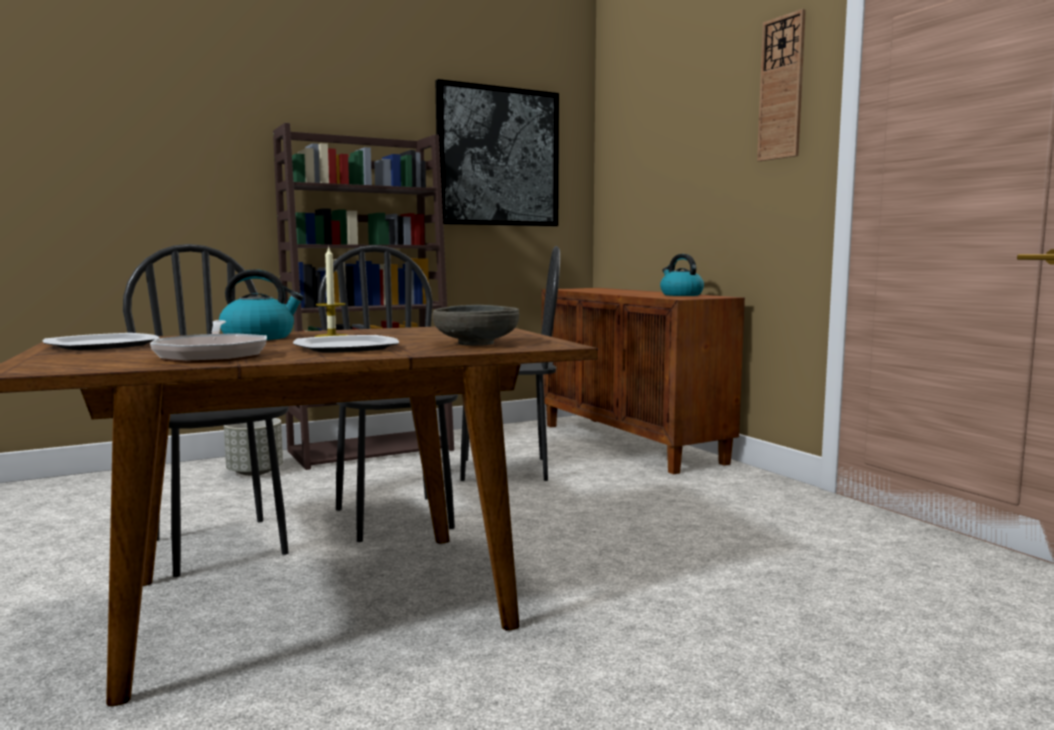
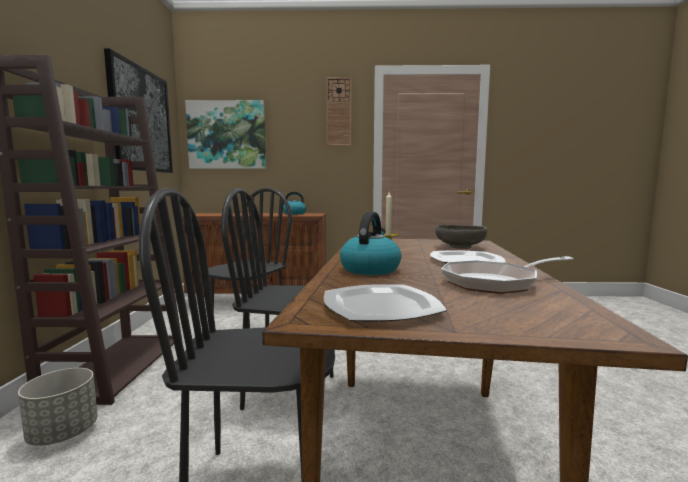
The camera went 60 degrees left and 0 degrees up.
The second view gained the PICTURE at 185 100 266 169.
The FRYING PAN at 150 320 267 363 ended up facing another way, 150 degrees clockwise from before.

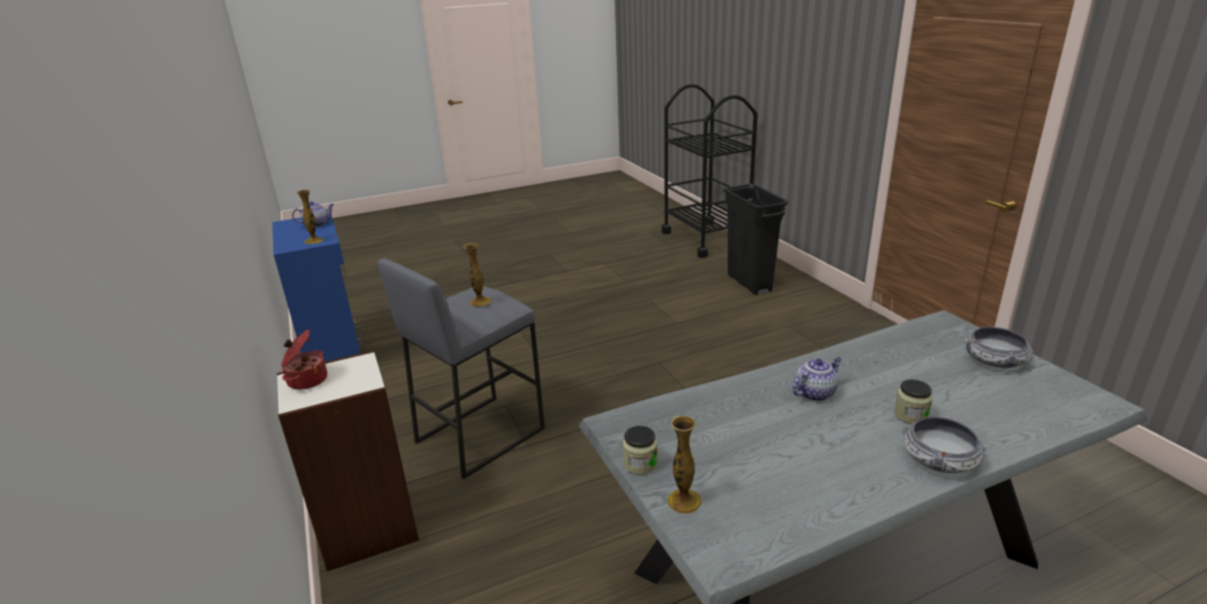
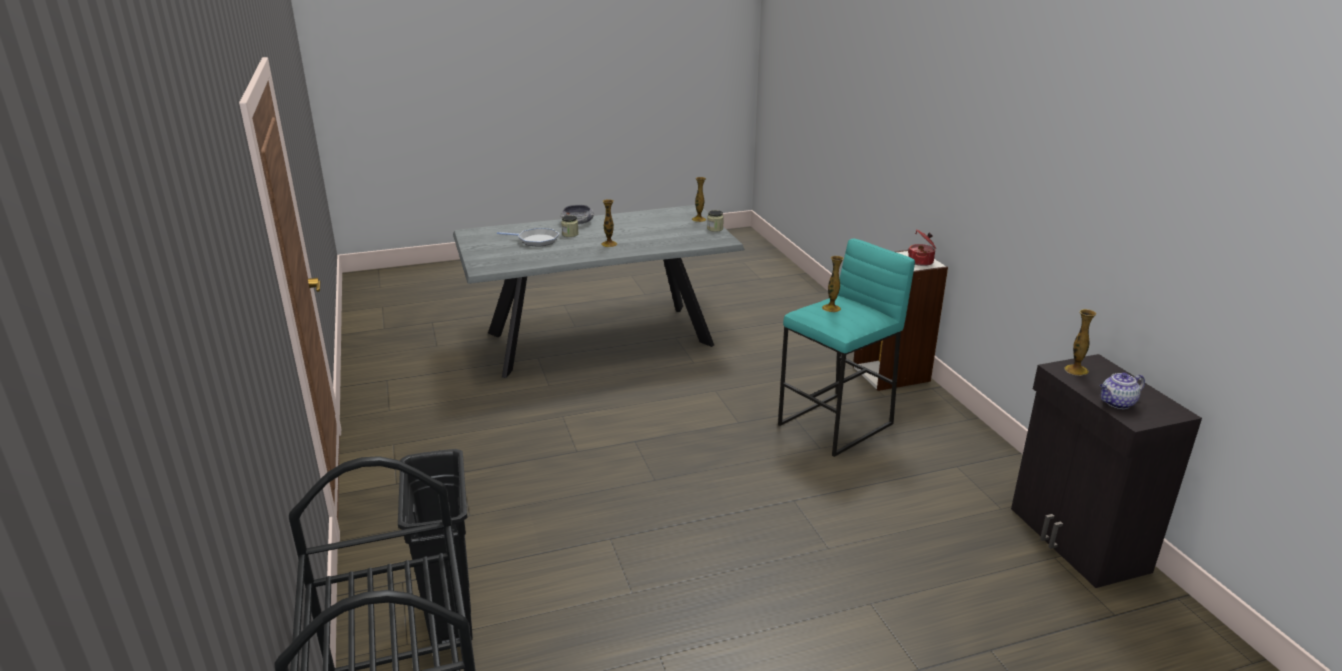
The camera went 175 degrees left and 0 degrees up.
The second view gained the FRYING PAN at 497 228 559 247.
Where the TEAPOT stood at 792 357 842 401, the VASE came to stand at 602 199 617 247.
What was the GREY STOOL at 377 259 545 479 turned into the TURQUOISE STOOL at 778 238 915 457.
What was the BLUE CABINET at 272 216 364 362 turned into the BLACK CABINET at 1011 354 1202 588.
The second view lost the BOWL at 964 327 1033 368.

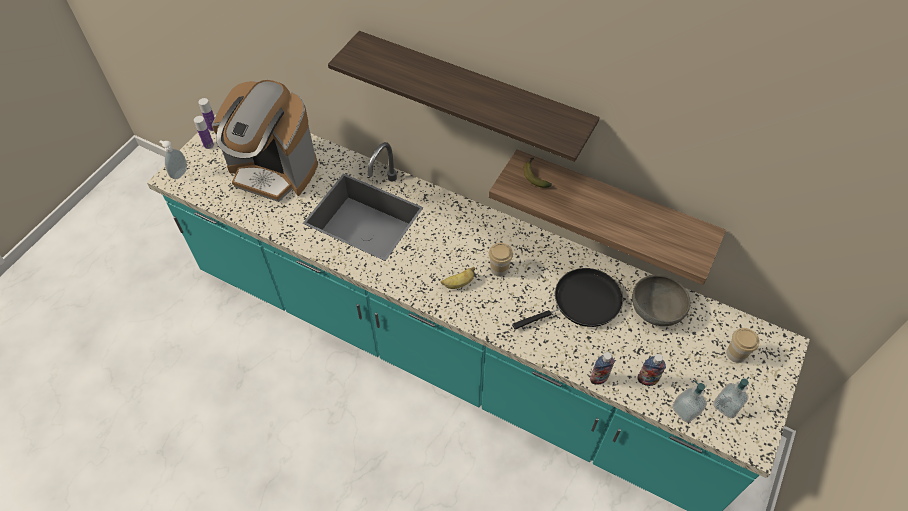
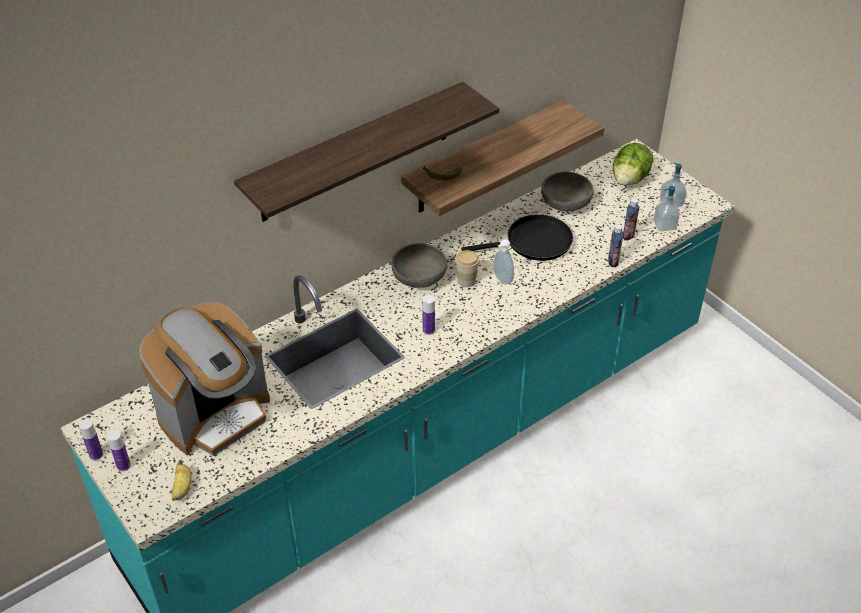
The camera went 65 degrees left and 10 degrees down.
The BANANA ended up elsewhere, having gone from 441 267 475 289 to 172 460 191 501.
The second view gained the GREY BOWL at 392 243 447 288.
The second view gained the BOTTLE at 422 295 435 335.
The BLACK FRYING PAN at 512 268 623 330 ended up facing another way, 75 degrees clockwise from before.
The SOAP DISPENSER ended up elsewhere, having gone from 159 140 187 179 to 494 240 514 284.
Where the CUP stood at 726 328 760 363, the LETTUCE came to stand at 613 142 654 186.

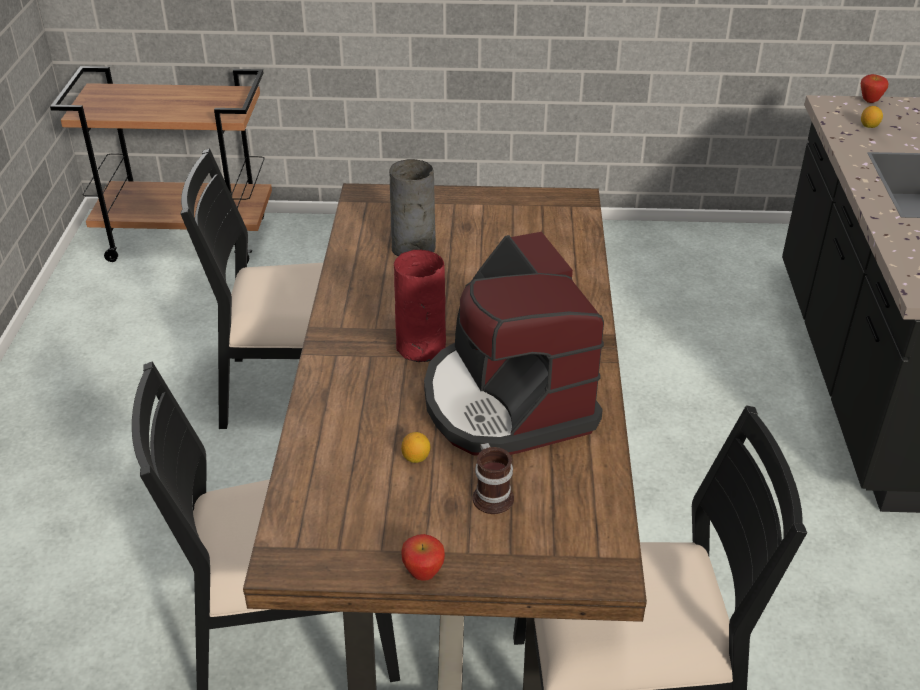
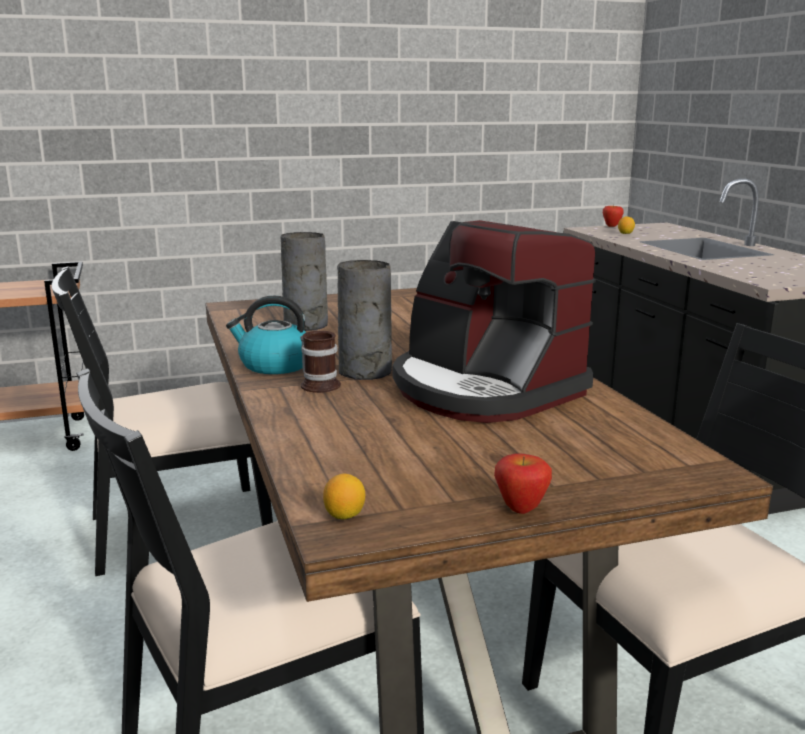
The camera went 20 degrees left and 20 degrees down.
The second view gained the KETTLE at 226 296 306 374.
The MUG ended up elsewhere, having gone from 473 443 514 514 to 300 331 341 393.
The LEMON ended up elsewhere, having gone from 401 432 430 463 to 323 474 365 519.
What was the RED VASE at 394 250 446 362 turned into the GREY VASE at 337 260 392 380.

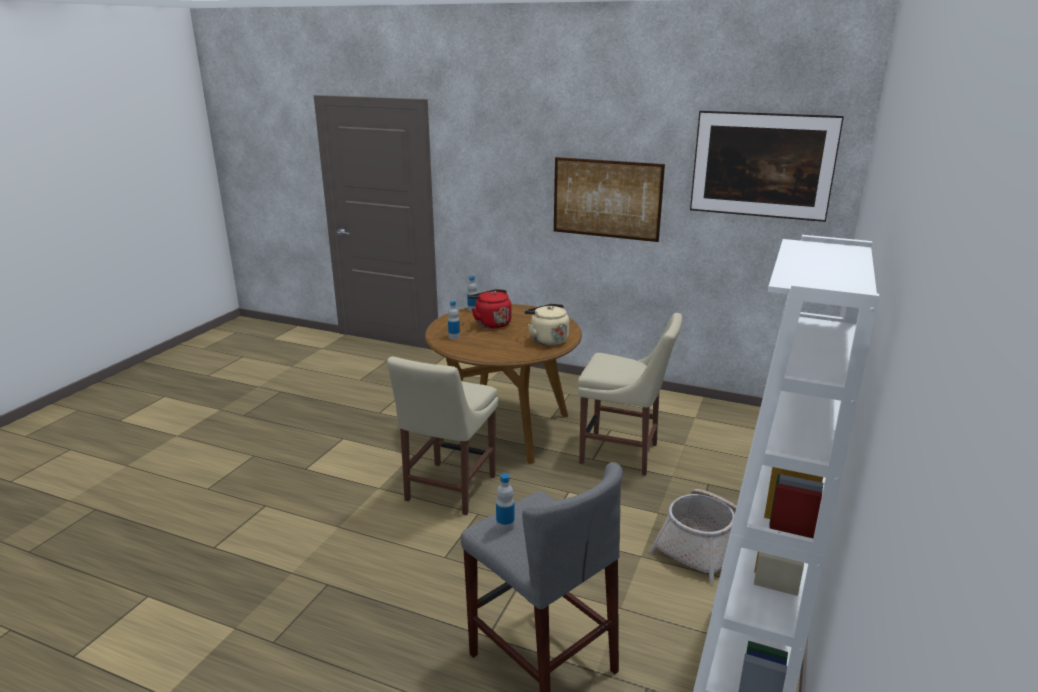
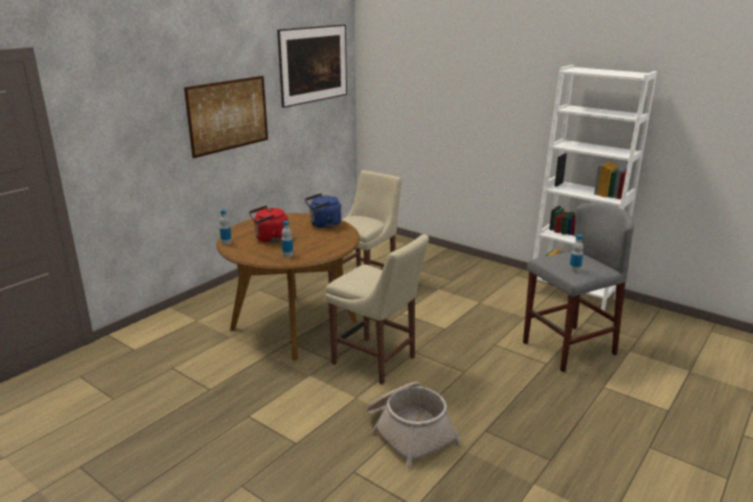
The camera went 75 degrees left and 0 degrees up.
What was the BEIGE KETTLE at 524 304 569 346 turned into the BLUE KETTLE at 305 193 342 228.
The BASKET ended up elsewhere, having gone from 649 489 737 584 to 366 382 461 469.

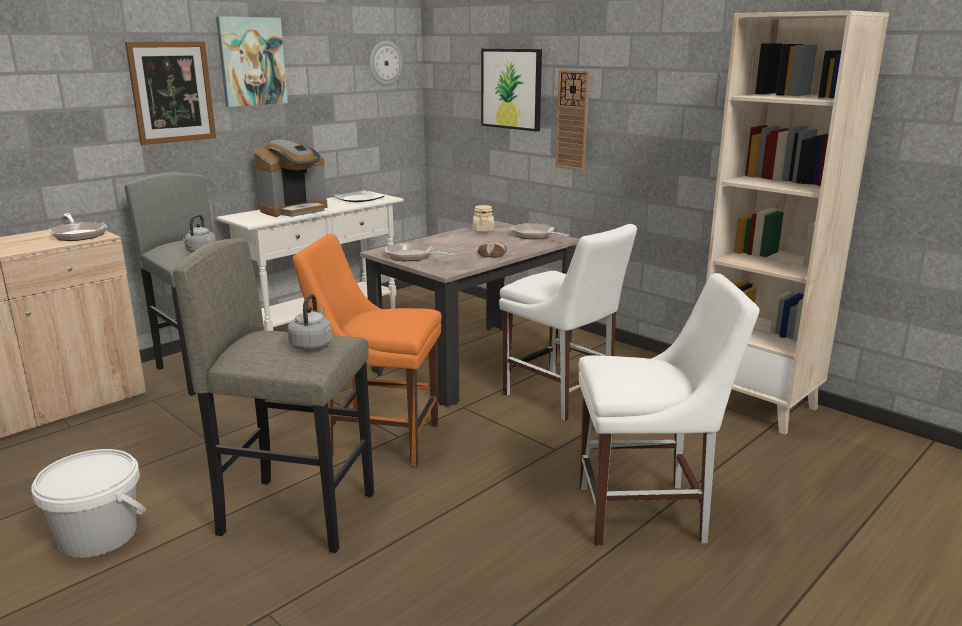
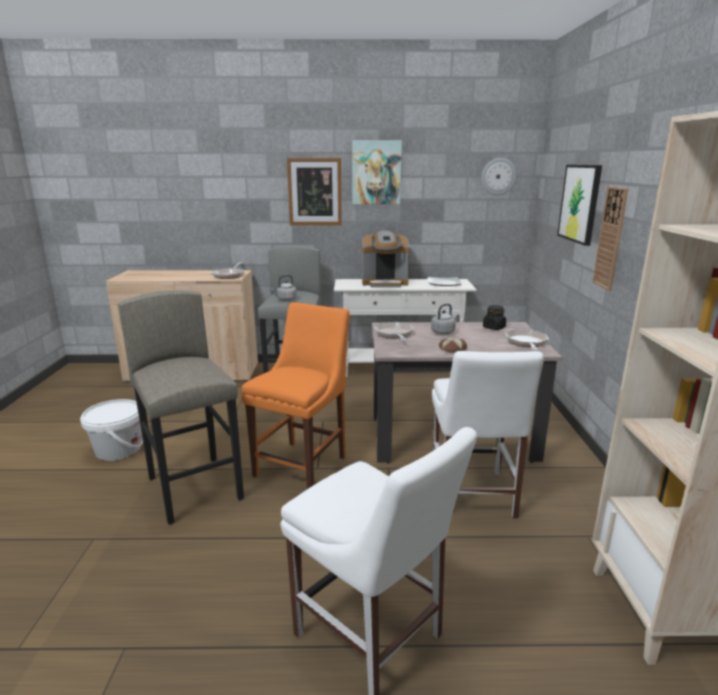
The camera went 45 degrees right and 0 degrees up.
The ORANGE CHAIR at 292 234 442 467 ended up facing another way, 60 degrees clockwise from before.
The GREY KETTLE ended up elsewhere, having gone from 287 294 332 350 to 431 304 459 334.
What was the BEIGE JAR at 473 205 494 232 turned into the BLACK JAR at 483 305 506 330.

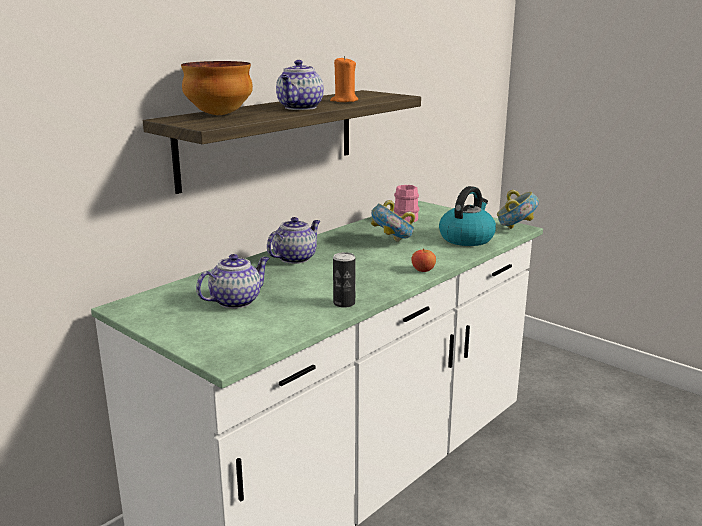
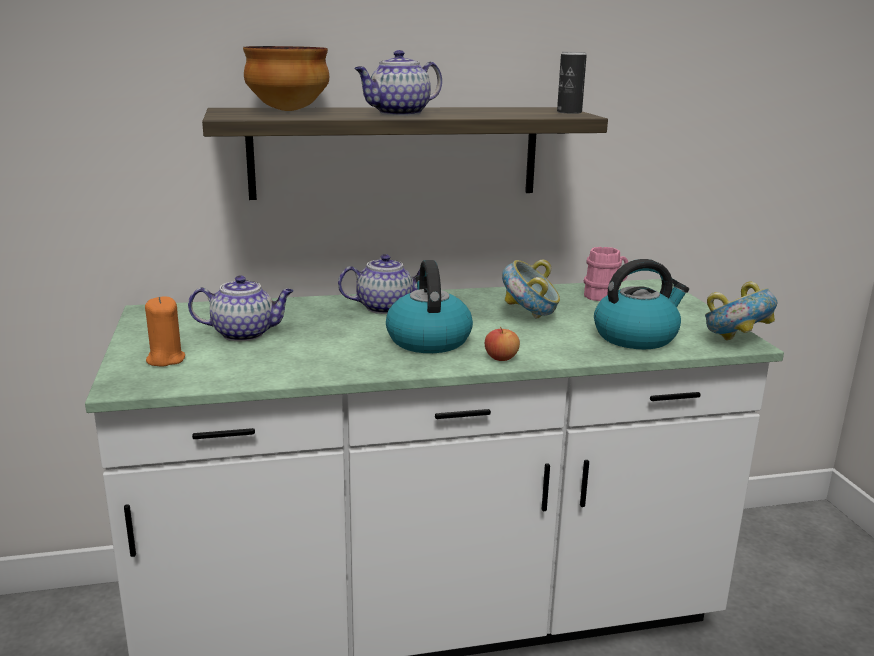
The camera went 35 degrees right and 0 degrees up.
The ORANGE CANDLE ended up elsewhere, having gone from 330 56 358 102 to 145 296 185 367.
The second view gained the KETTLE at 386 260 473 353.
The CAN ended up elsewhere, having gone from 333 252 355 308 to 557 52 587 114.

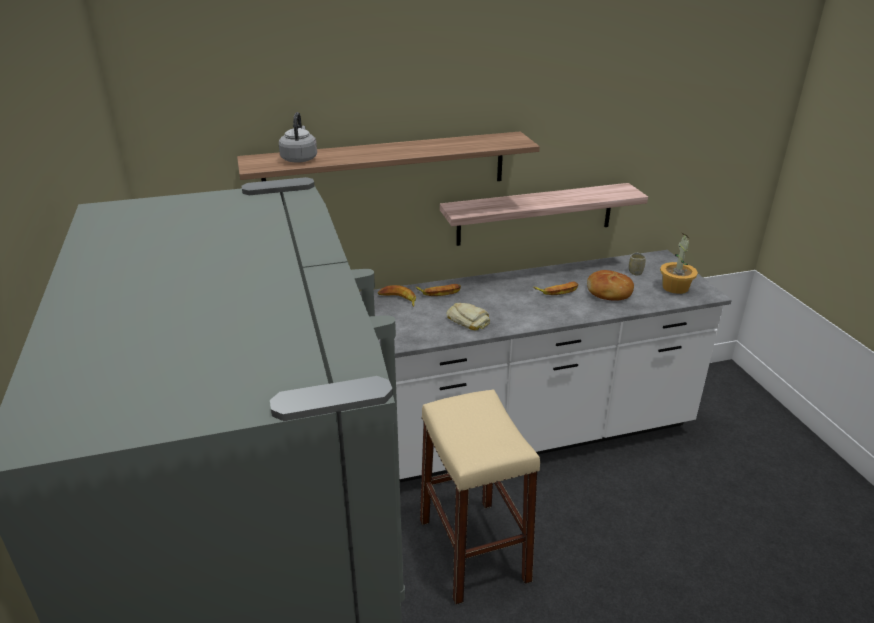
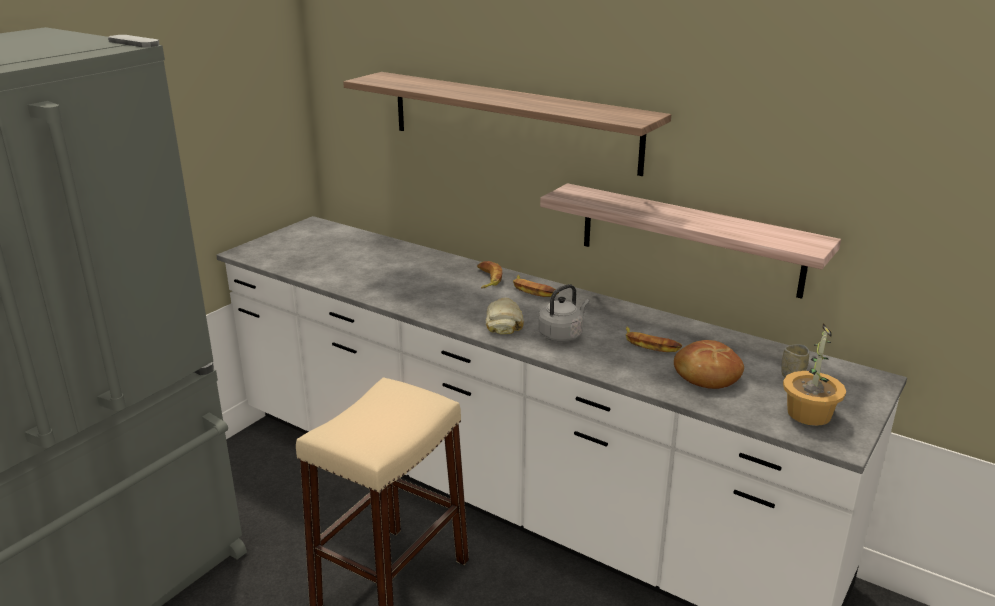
The camera went 50 degrees right and 5 degrees down.
The GREY KETTLE ended up elsewhere, having gone from 279 112 317 163 to 538 284 590 342.

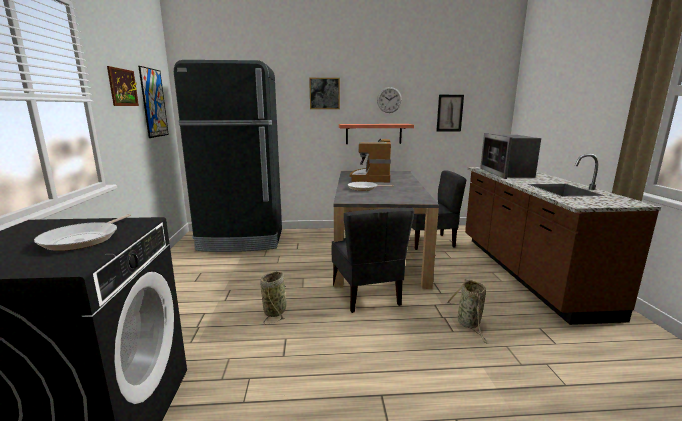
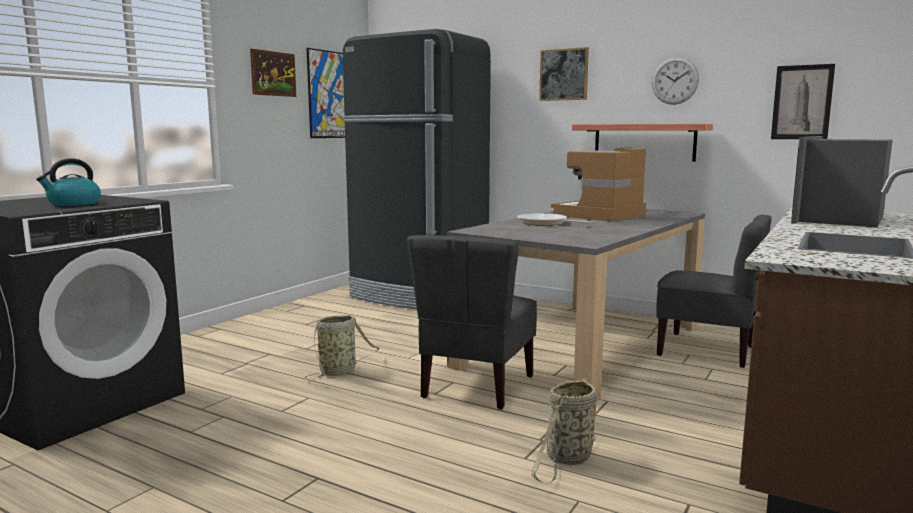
The camera went 35 degrees right and 5 degrees down.
Where the FRYING PAN stood at 34 214 131 251, the KETTLE came to stand at 36 158 101 206.

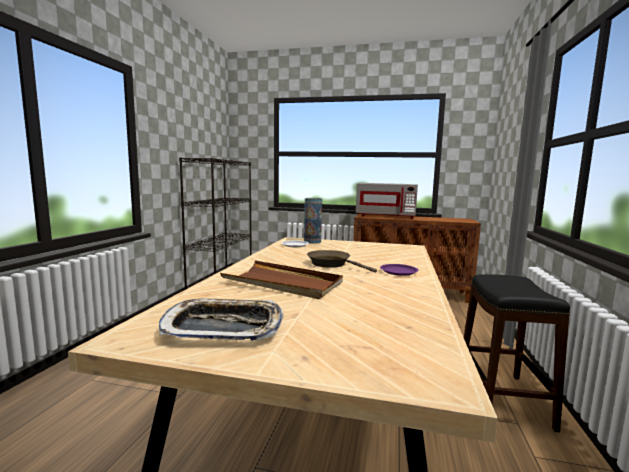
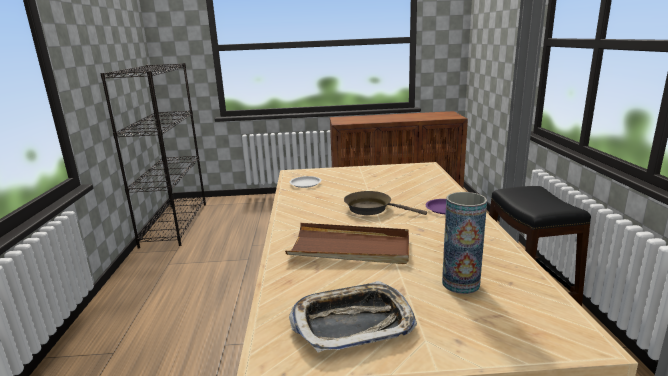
The camera went 15 degrees left and 10 degrees up.
The VASE ended up elsewhere, having gone from 304 198 322 244 to 442 192 487 294.
The second view lost the GREY MICROWAVE at 356 183 418 219.

